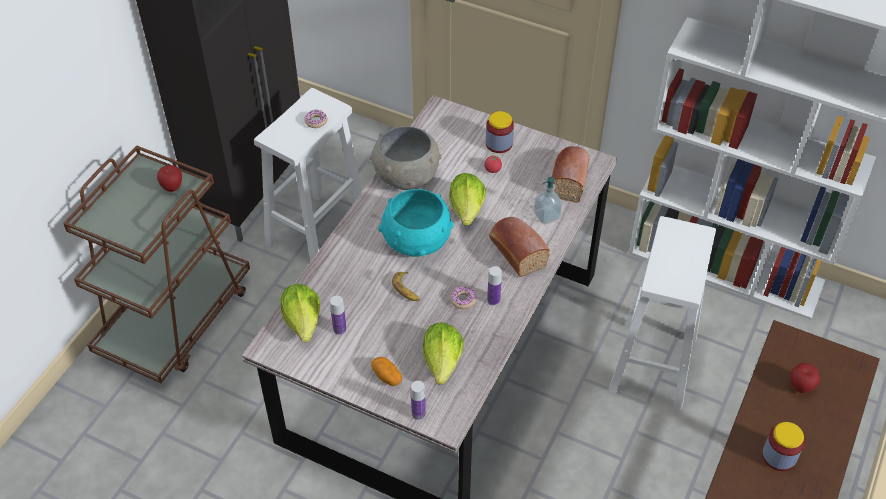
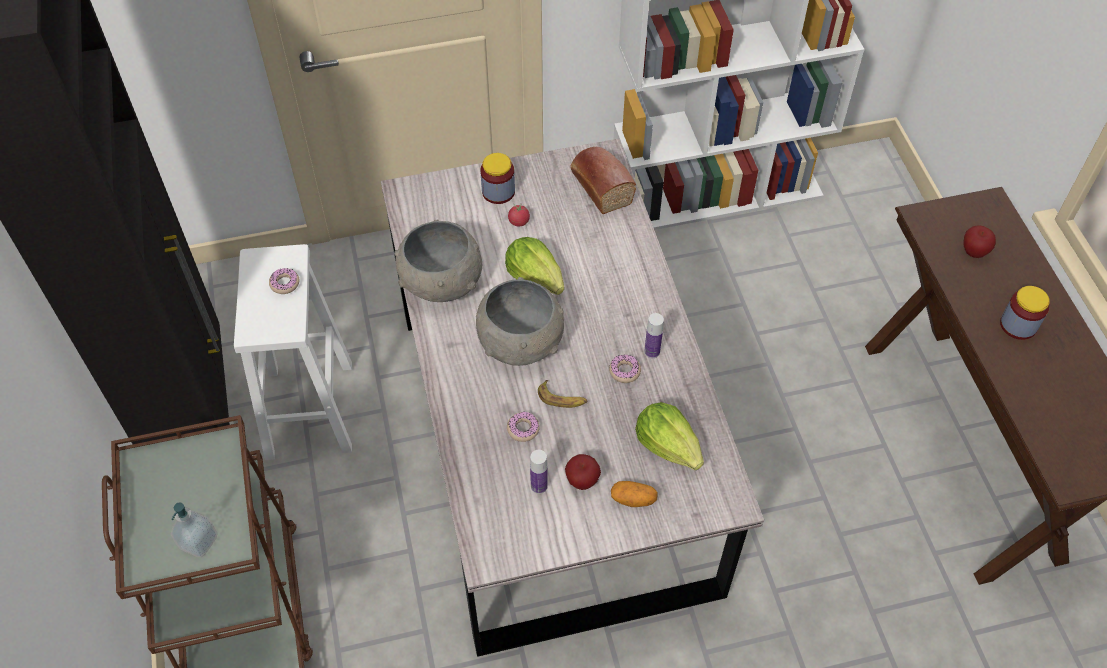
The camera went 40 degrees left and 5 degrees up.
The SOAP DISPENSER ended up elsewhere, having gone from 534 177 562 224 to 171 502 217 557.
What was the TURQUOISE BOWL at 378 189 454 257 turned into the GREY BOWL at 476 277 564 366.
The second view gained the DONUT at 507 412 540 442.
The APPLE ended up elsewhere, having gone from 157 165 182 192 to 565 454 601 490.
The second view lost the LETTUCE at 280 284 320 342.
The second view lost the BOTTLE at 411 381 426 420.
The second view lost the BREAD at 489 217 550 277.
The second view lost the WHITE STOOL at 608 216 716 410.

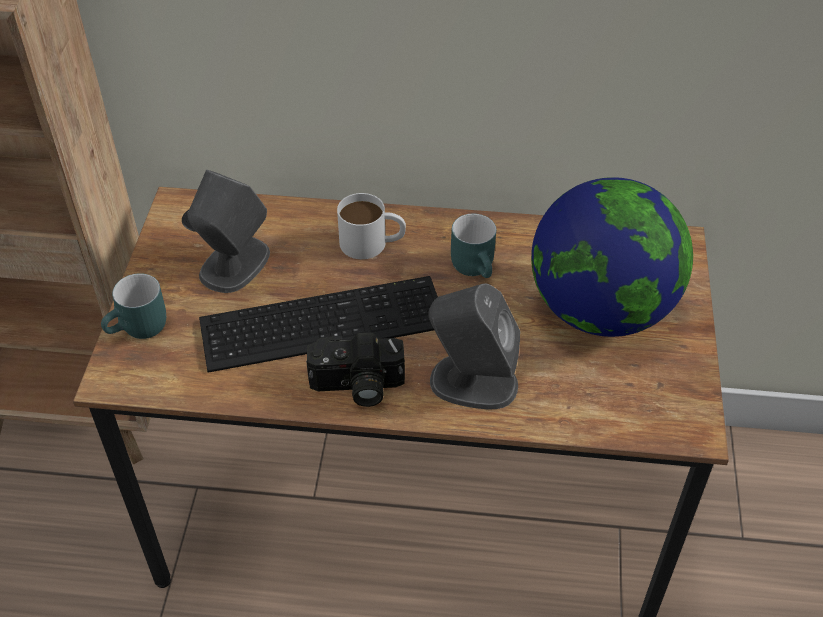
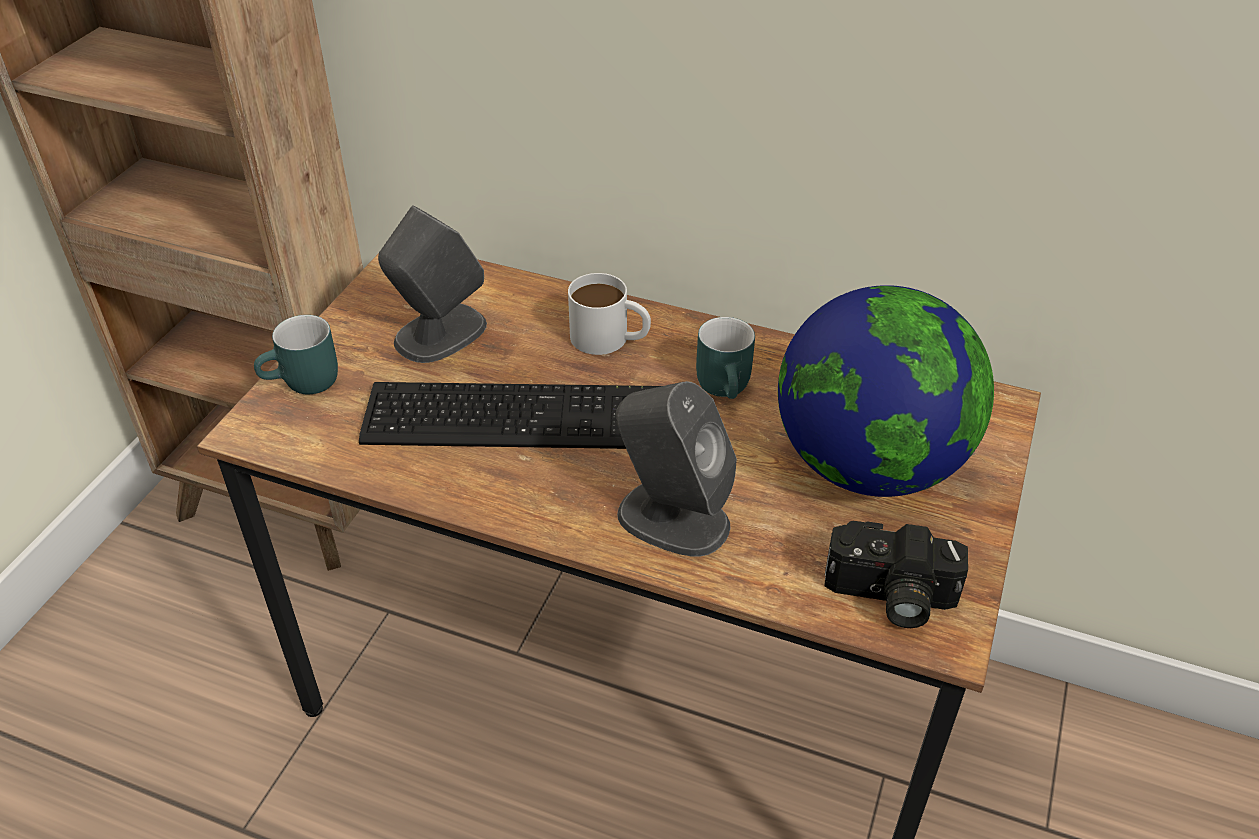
The camera went 15 degrees right and 5 degrees down.
The PHOTO CAMERA ended up elsewhere, having gone from 306 332 405 407 to 824 521 968 628.

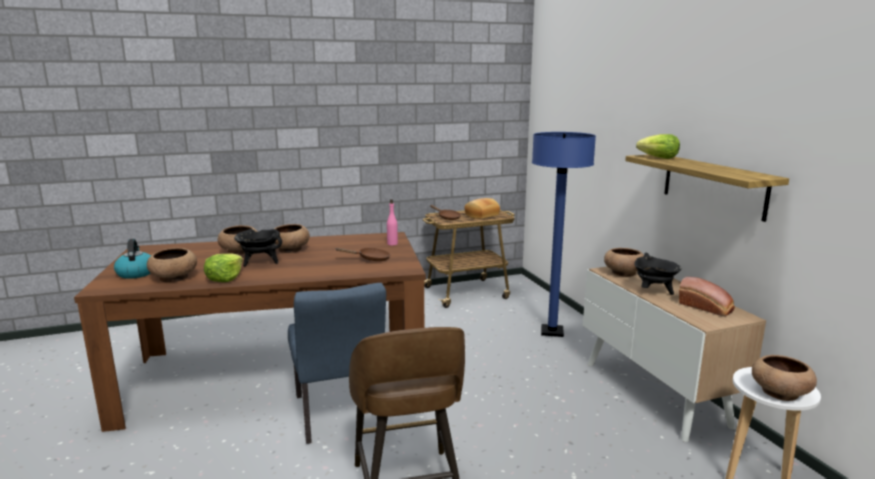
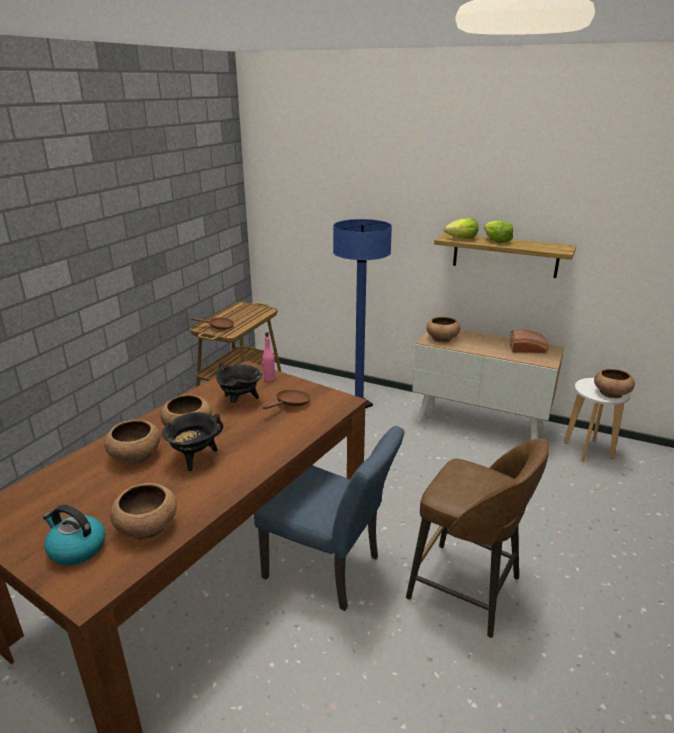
The camera went 45 degrees left and 10 degrees up.
The BLACK COOKING POT ended up elsewhere, having gone from 634 253 681 295 to 215 363 262 403.
The LETTUCE ended up elsewhere, having gone from 204 253 243 282 to 484 221 513 243.
The second view lost the BREAD at 464 198 500 219.

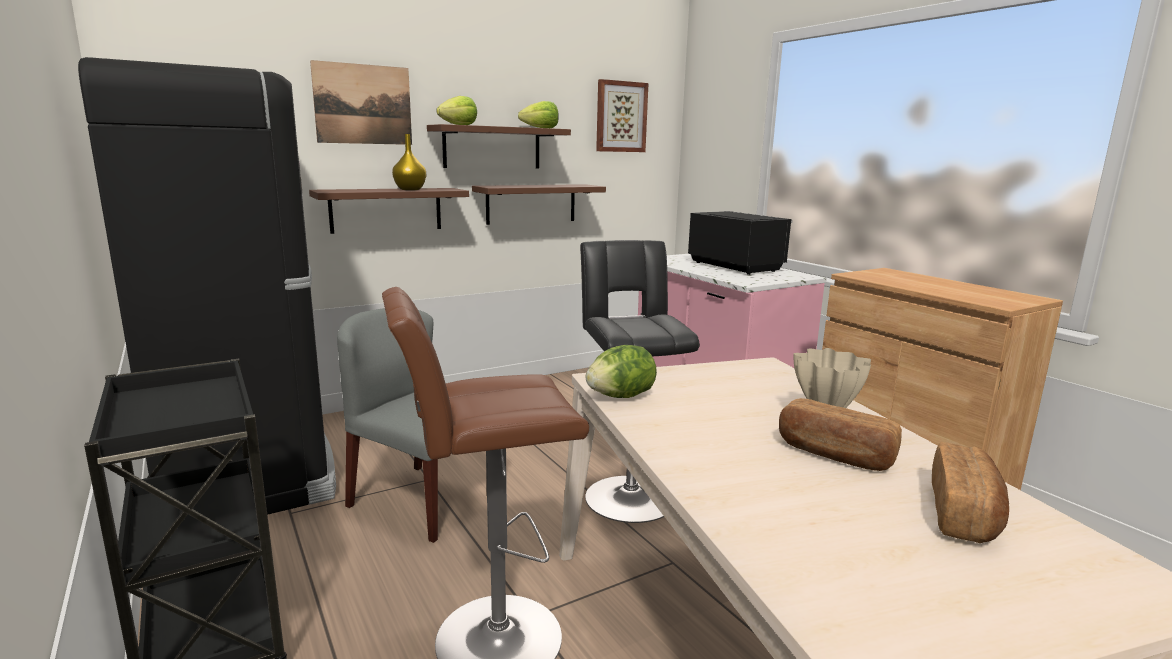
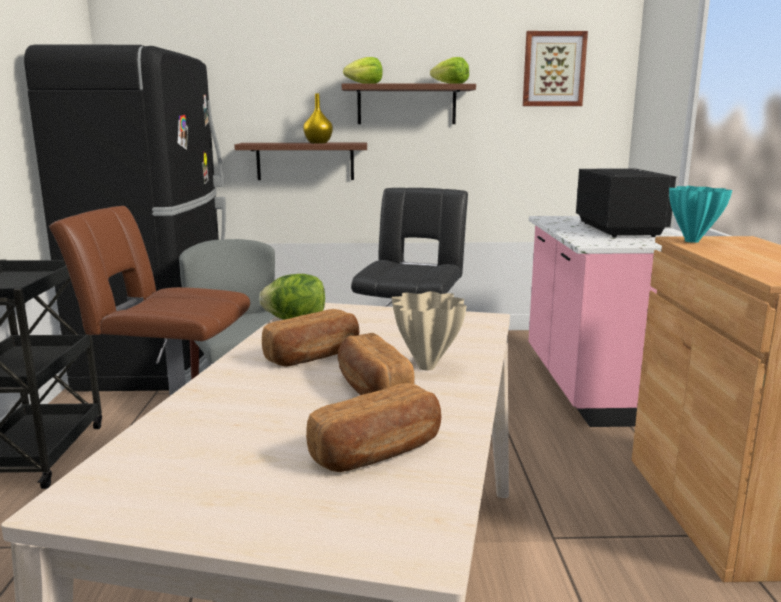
The camera went 30 degrees right and 0 degrees up.
The second view gained the BREAD at 262 309 359 367.
The second view gained the TURQUOISE VASE at 669 186 732 243.
The second view lost the PICTURE at 310 60 412 145.
The second view lost the BROWN SHELF at 472 184 606 225.

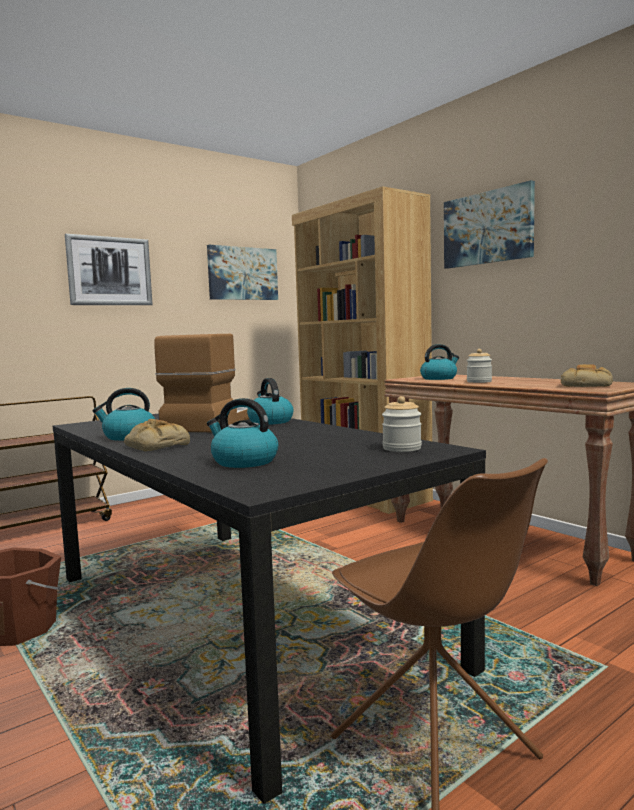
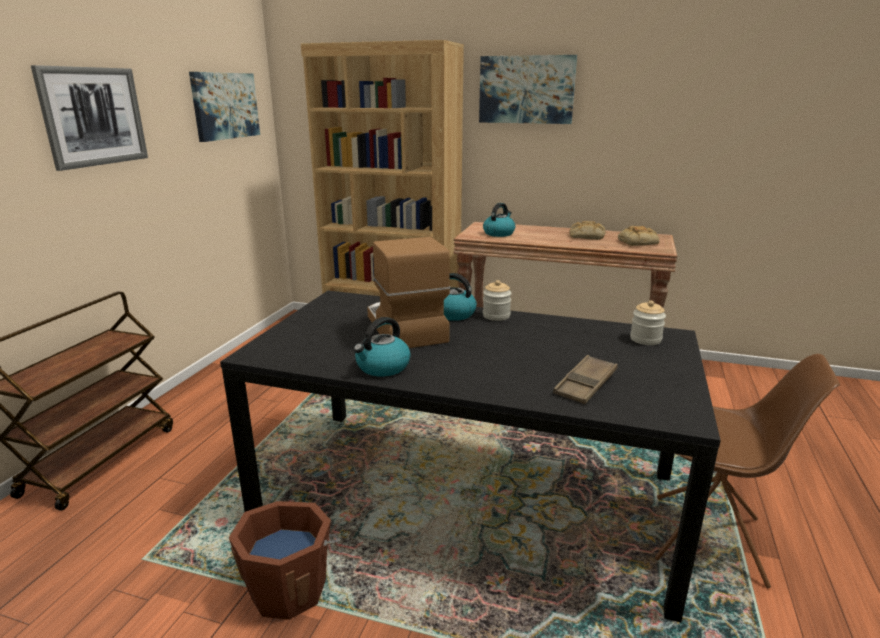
The camera went 35 degrees left and 15 degrees up.
The JAR ended up elsewhere, having gone from 467 349 492 383 to 483 280 511 321.
Where the KETTLE stood at 207 398 278 468, the BROWN TRAY came to stand at 553 355 618 404.
The BREAD ended up elsewhere, having gone from 124 419 190 451 to 569 221 605 240.

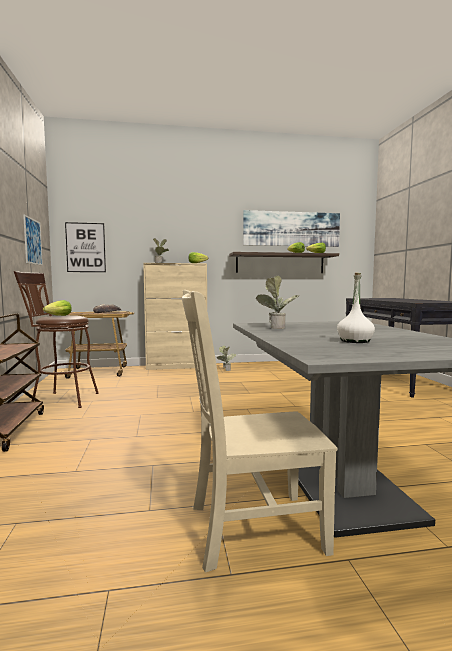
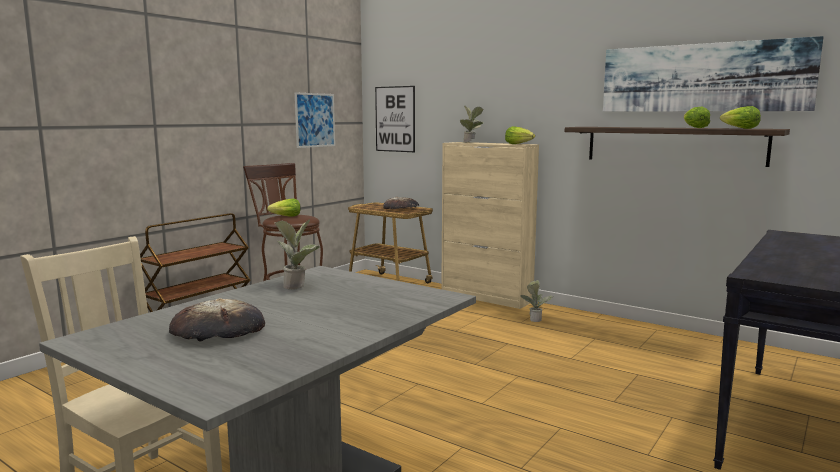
The camera went 45 degrees right and 5 degrees up.
Where the WHITE BOTTLE stood at 337 273 375 343, the BREAD came to stand at 169 298 265 342.

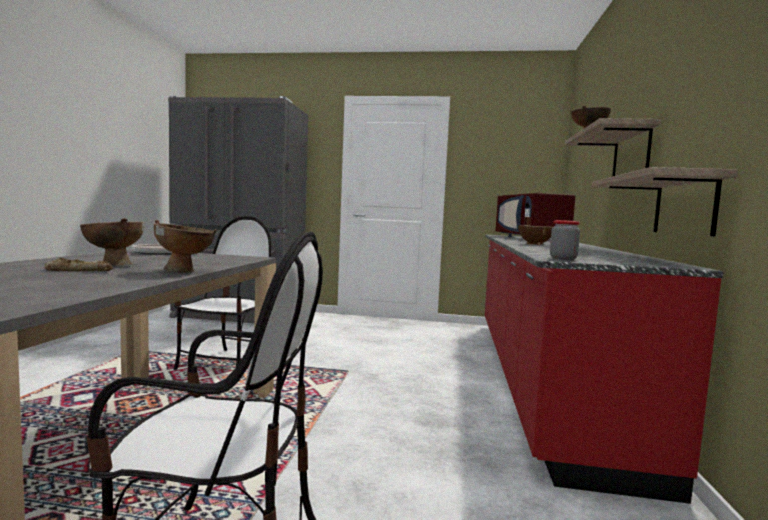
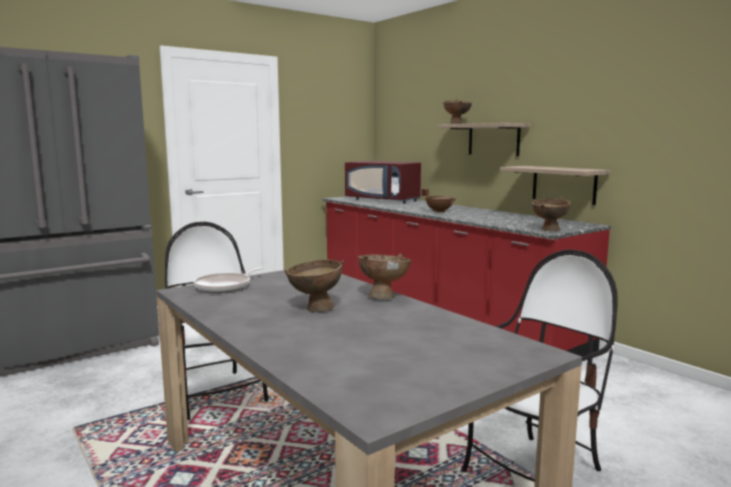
The camera went 45 degrees left and 5 degrees up.
Where the JAR stood at 550 220 580 260, the BROWN BOWL came to stand at 532 197 571 232.
The second view lost the BREAD at 45 258 113 271.

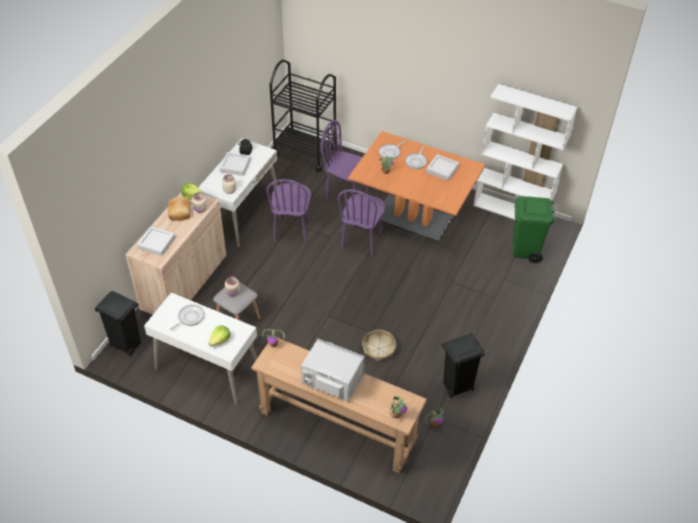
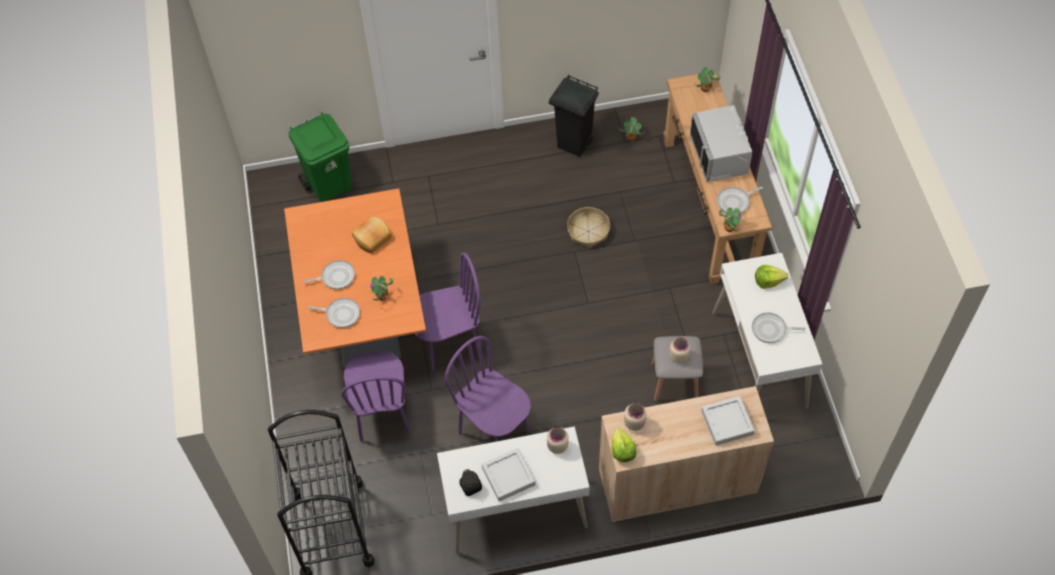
The camera went 125 degrees left and 10 degrees up.
The BREAD ended up elsewhere, having gone from 168 196 190 221 to 352 217 392 254.
The PURPLE CHAIR at 266 179 311 244 ended up facing another way, 105 degrees counterclockwise from before.
The second view gained the FRYING PAN at 717 186 763 214.
The second view lost the BLACK TRASH CAN at 95 291 141 356.
The second view lost the GREY TRAY at 426 154 459 181.
The second view lost the WHITE BOOKCASE at 473 84 577 220.

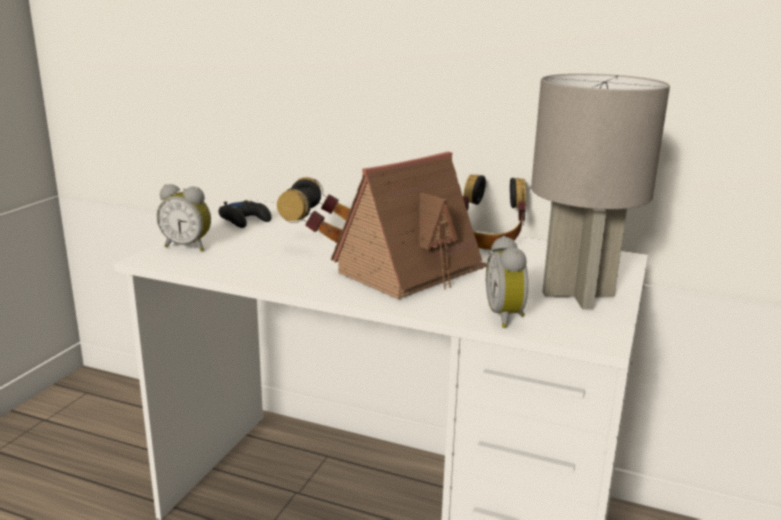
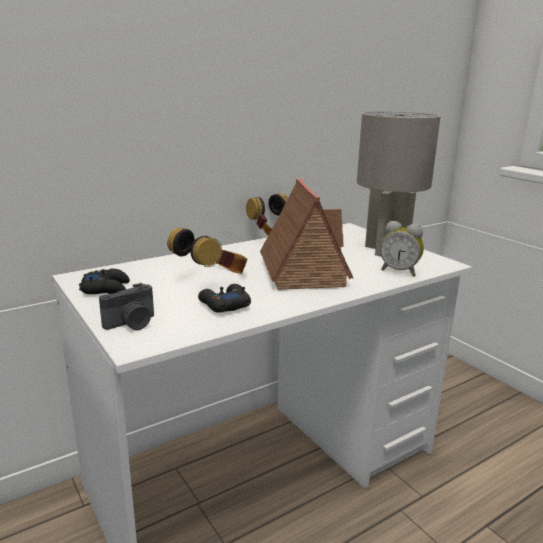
The camera went 55 degrees left and 0 degrees up.
Where the ALARM CLOCK stood at 157 184 211 252, the PHOTO CAMERA came to stand at 99 283 154 330.
The second view gained the BLACK GAME CONTROLLER at 198 284 251 313.

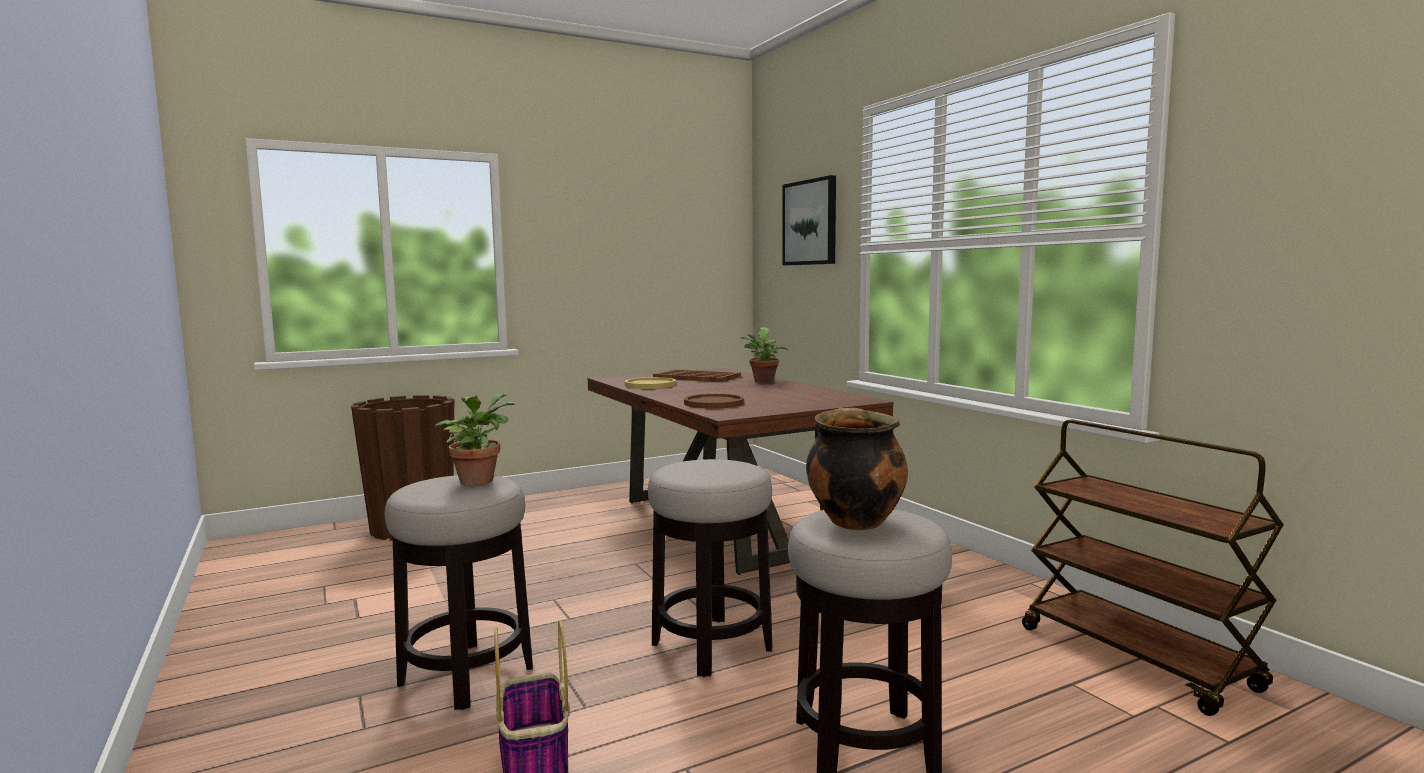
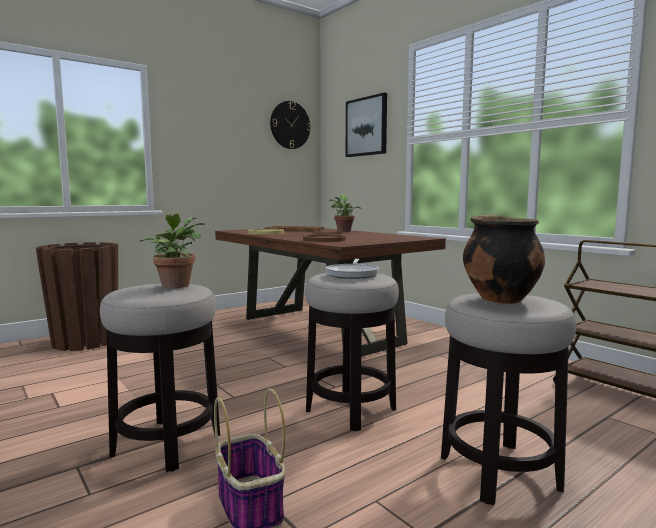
The camera went 10 degrees left and 0 degrees up.
The second view gained the WALL CLOCK at 270 101 311 149.
The second view gained the FRYING PAN at 326 259 379 279.

